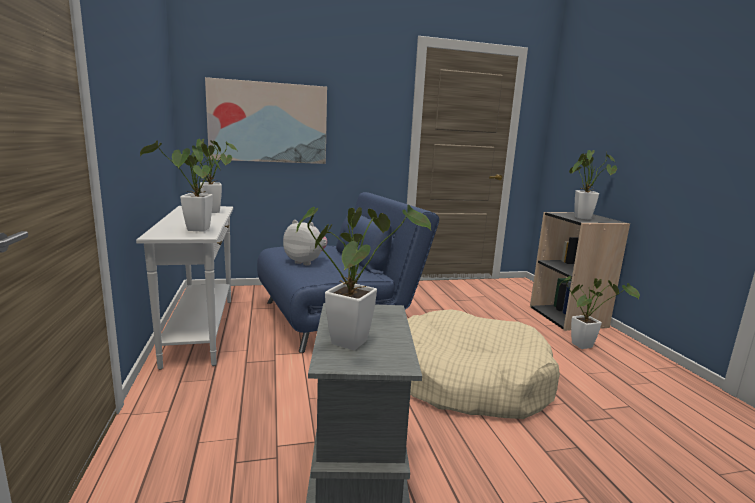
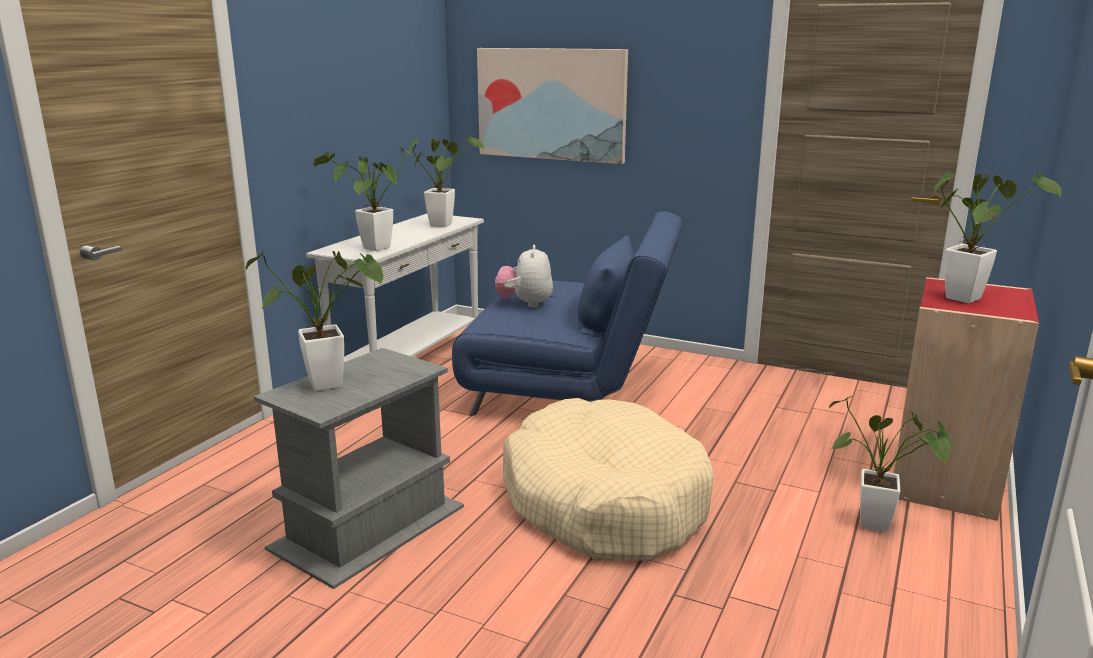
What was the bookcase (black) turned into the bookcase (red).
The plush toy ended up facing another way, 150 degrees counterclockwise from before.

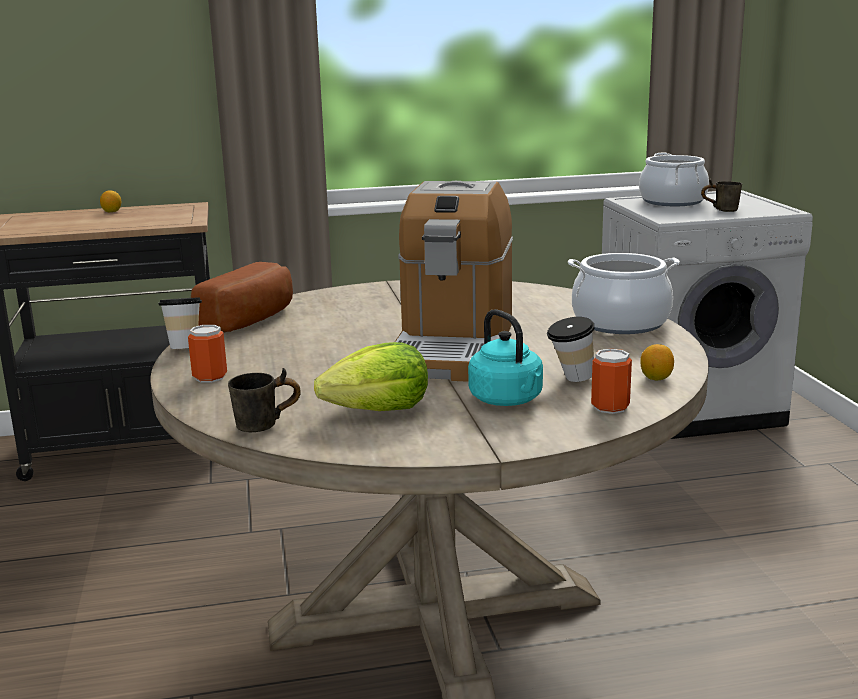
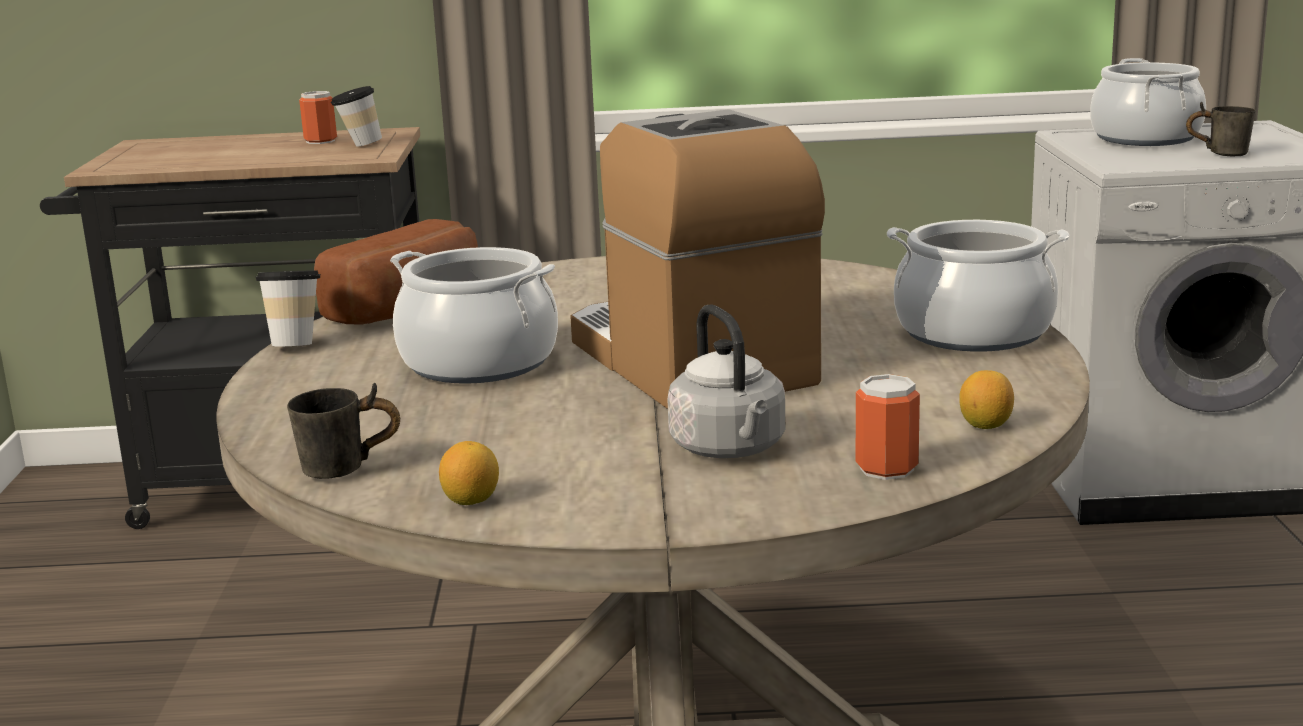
The second view lost the lettuce.
The second view gained the cooking pot (no. 1 from left).
The lemon (no. 1 from left) ended up elsewhere.
The can (no. 1 from left) ended up elsewhere.
The cup (no. 2 from left) ended up elsewhere.
What was the kettle (turquoise) turned into the kettle (grey).
The coffee machine ended up facing another way, 135 degrees clockwise from before.

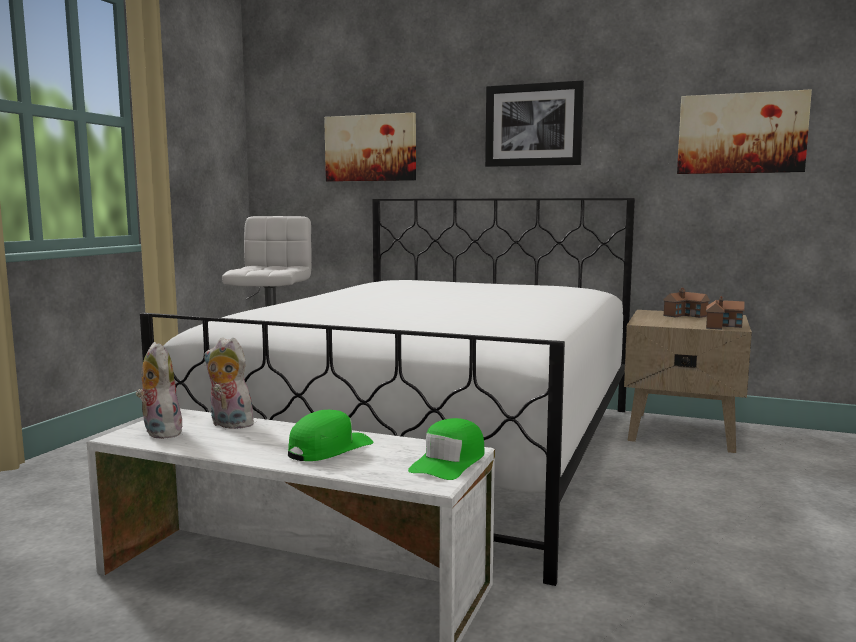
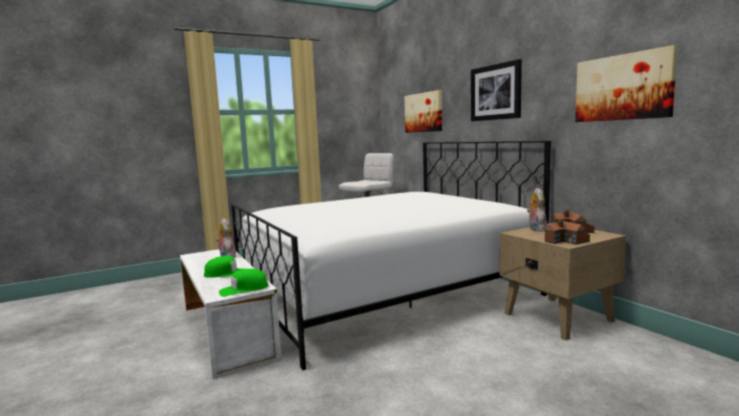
The plush toy (no. 1 from left in the first image) ended up elsewhere.

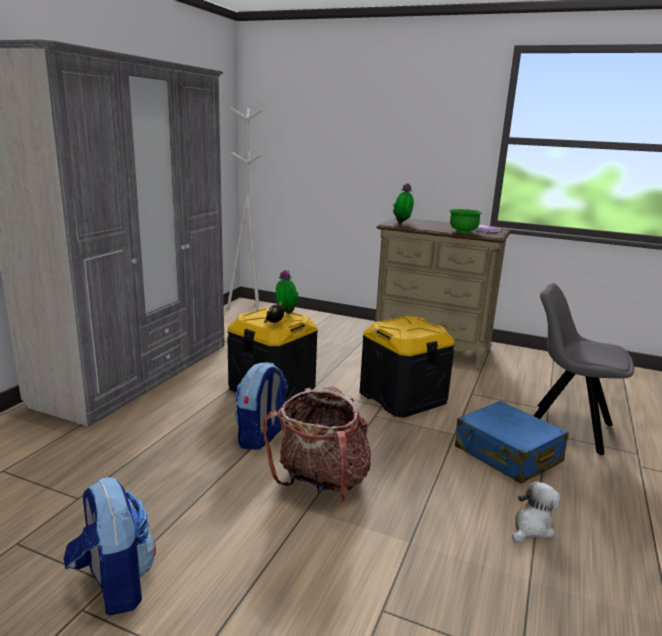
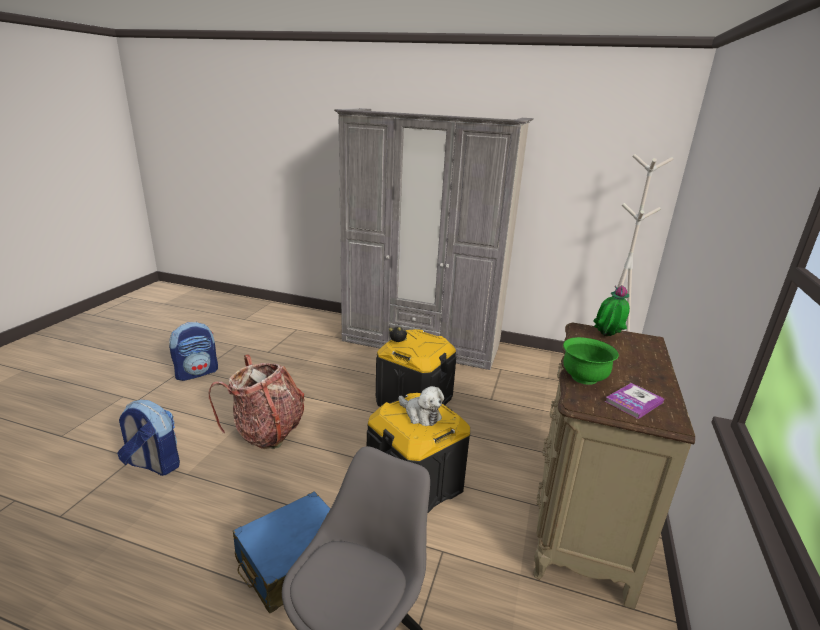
The second view lost the potted plant (no. 1 from left).
The backpack (no. 2 from left in the first image) ended up elsewhere.
The plush toy ended up elsewhere.

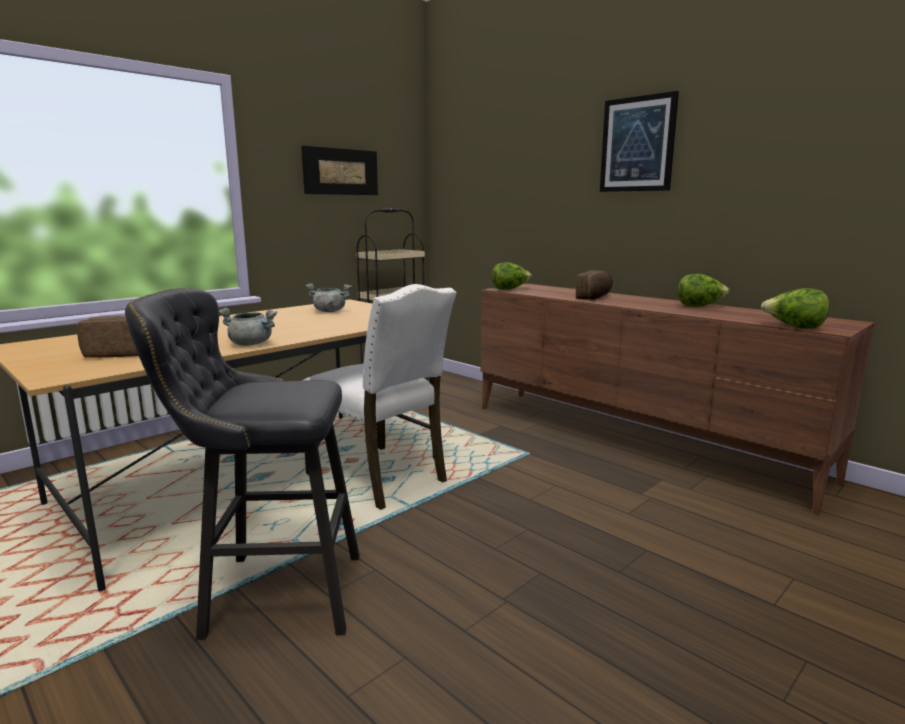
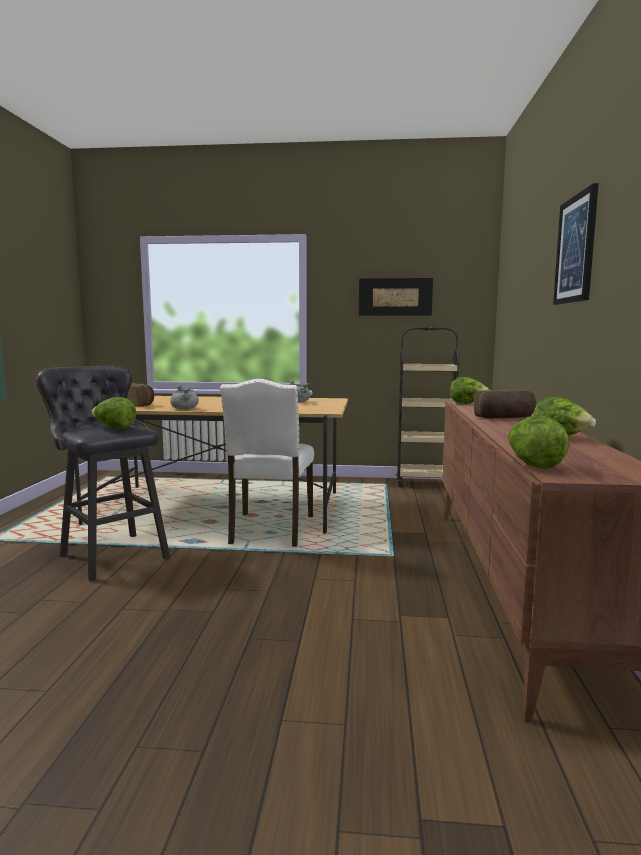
The second view gained the lettuce (no. 1 from left).

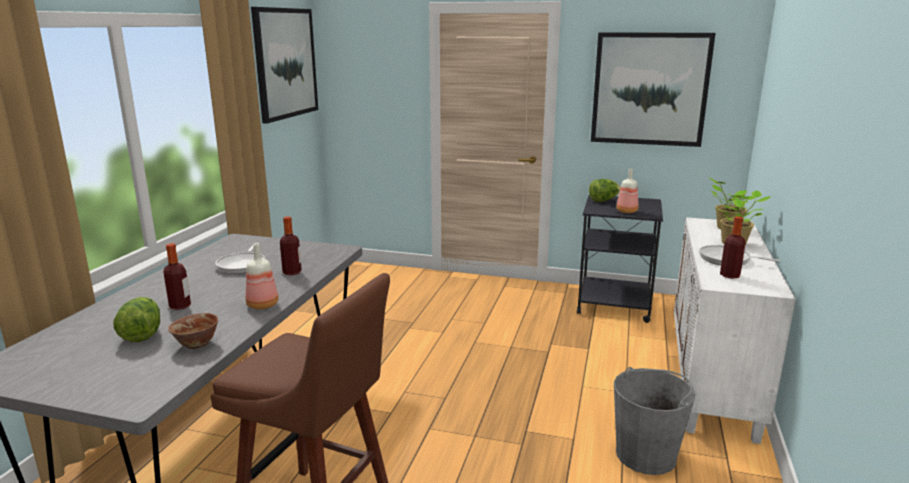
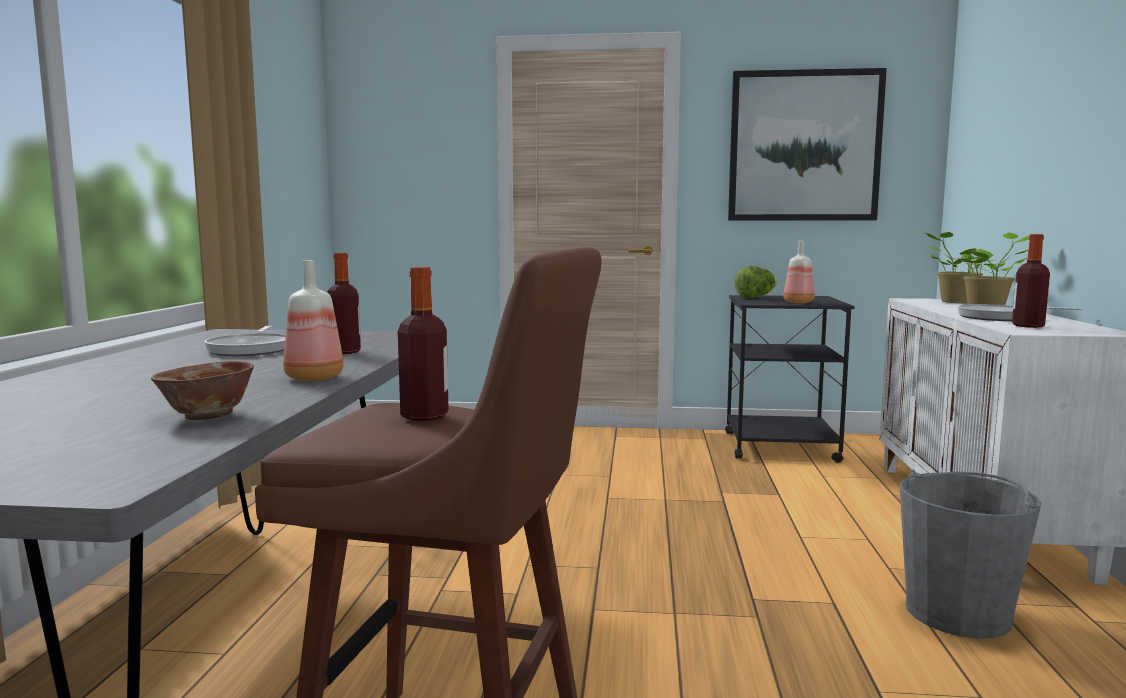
The second view lost the lettuce (no. 1 from left).
The second view lost the picture (no. 1 from left).
The bottle (no. 1 from left in the first image) ended up elsewhere.

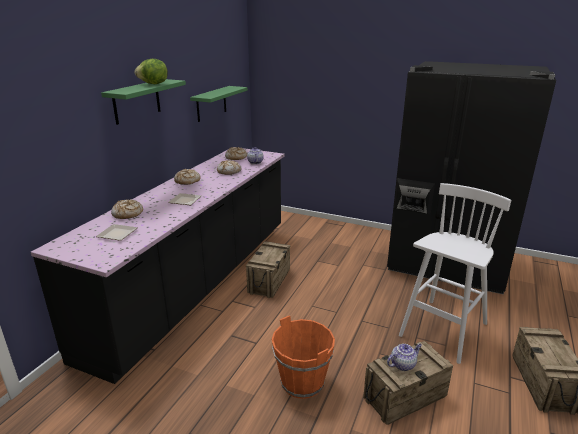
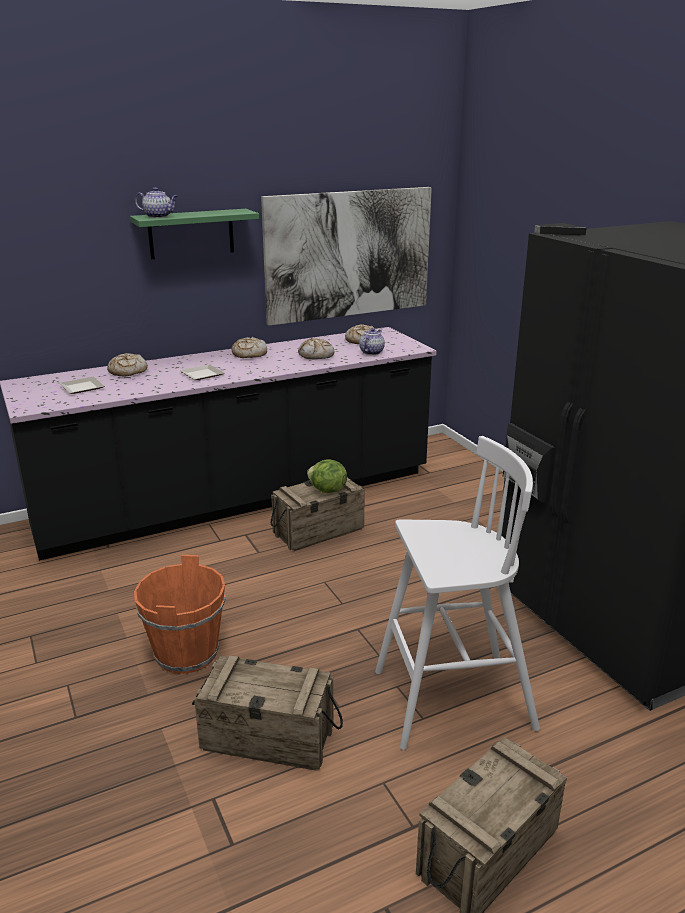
The lettuce ended up elsewhere.
The teapot (no. 2 from left in the first image) ended up elsewhere.
Where the shelf (green) (no. 2 from left) hung, the picture came to hang.

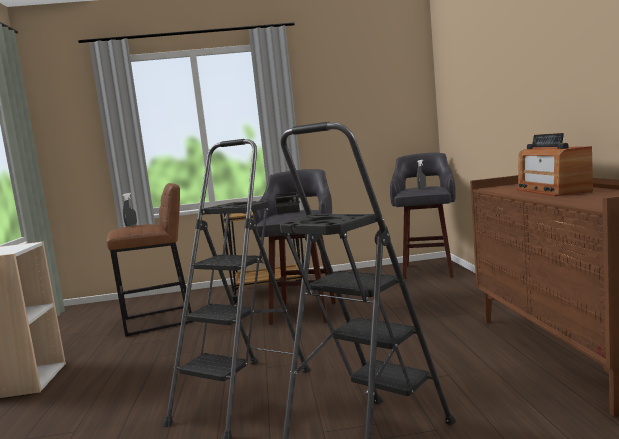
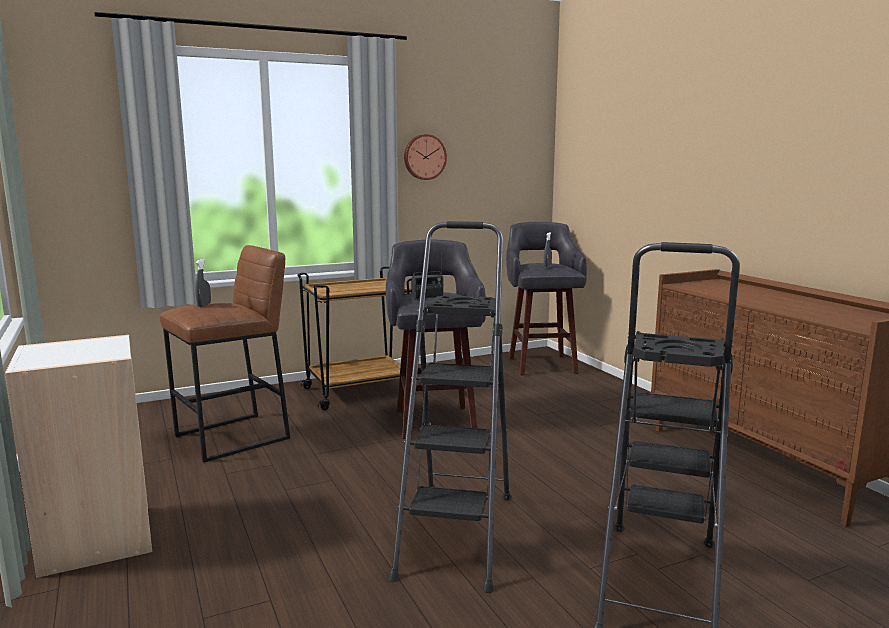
The second view lost the radio (no. 2 from left).
The second view gained the wall clock.

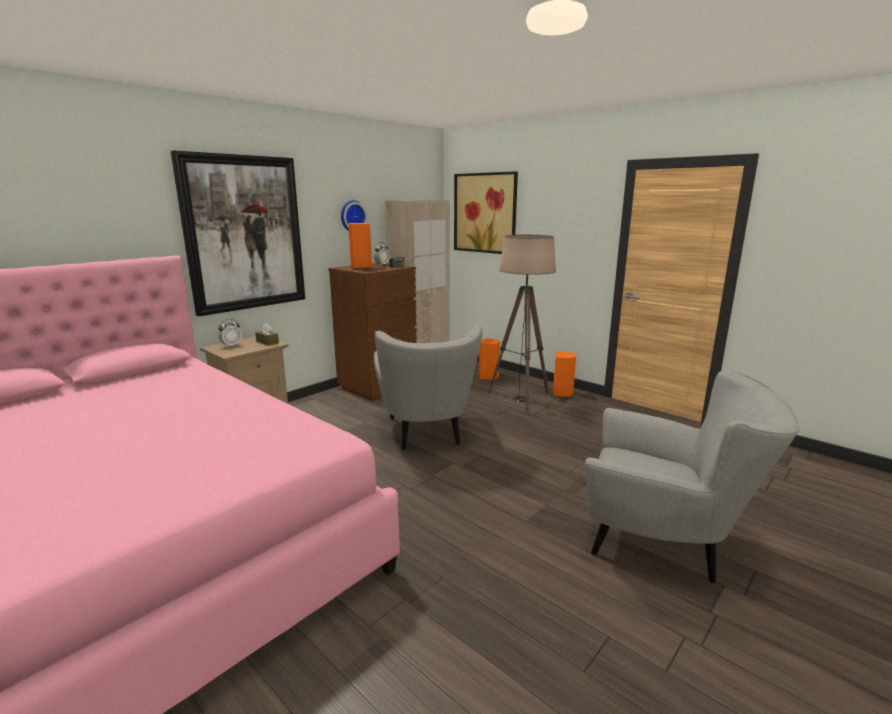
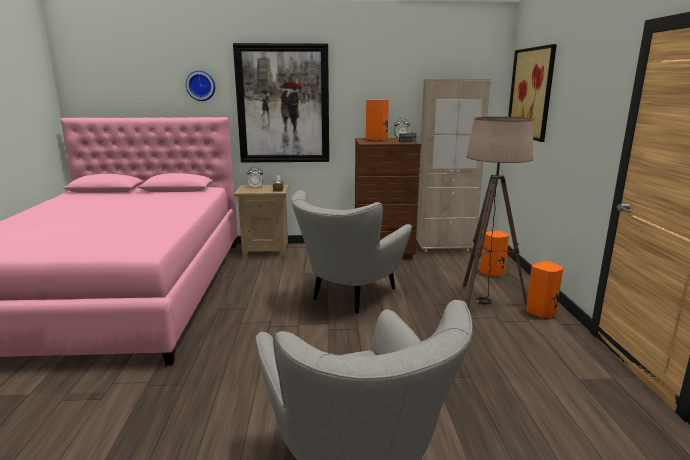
The wall clock ended up elsewhere.

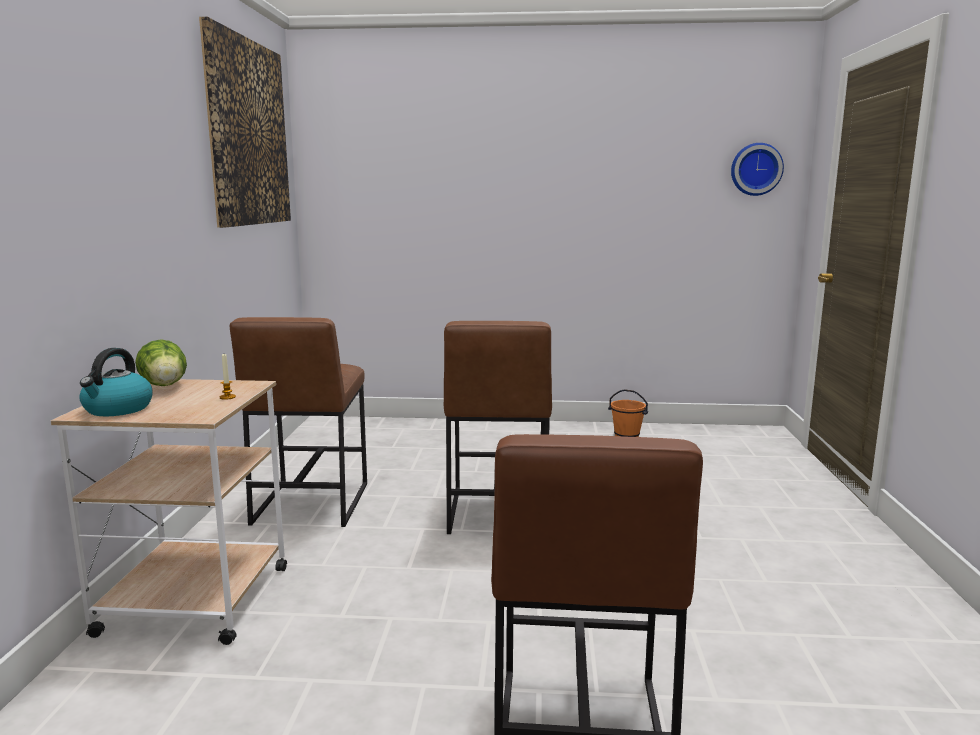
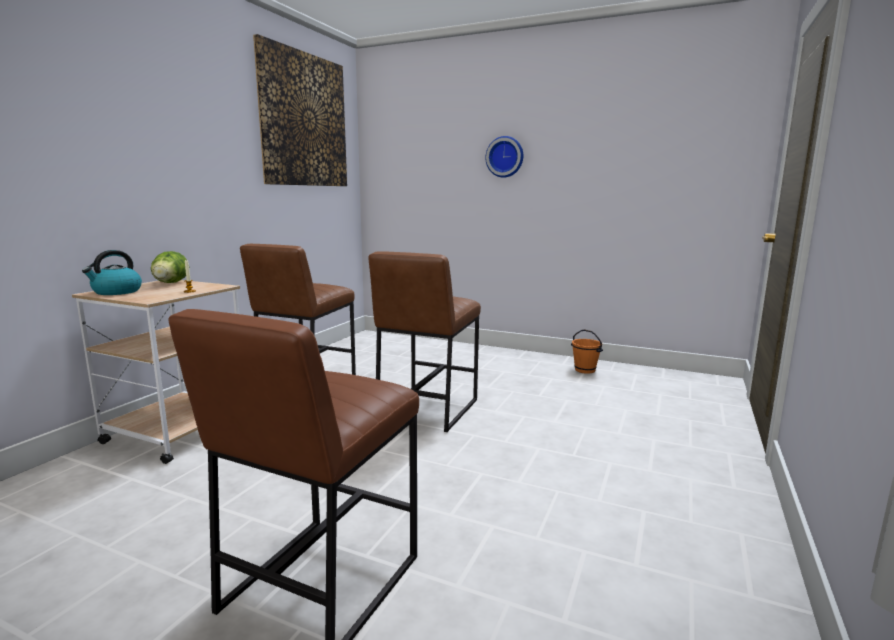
The wall clock ended up elsewhere.

